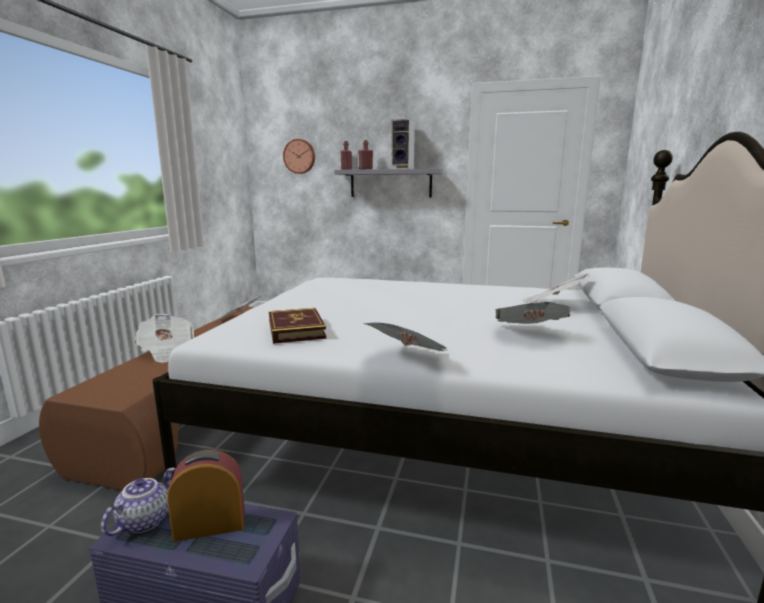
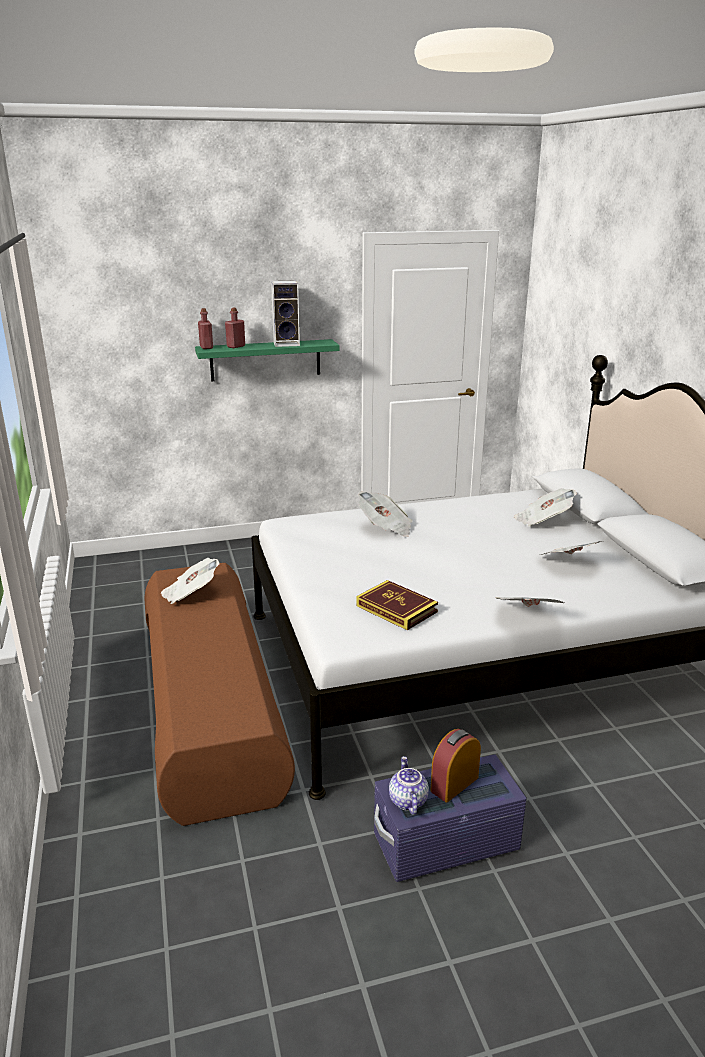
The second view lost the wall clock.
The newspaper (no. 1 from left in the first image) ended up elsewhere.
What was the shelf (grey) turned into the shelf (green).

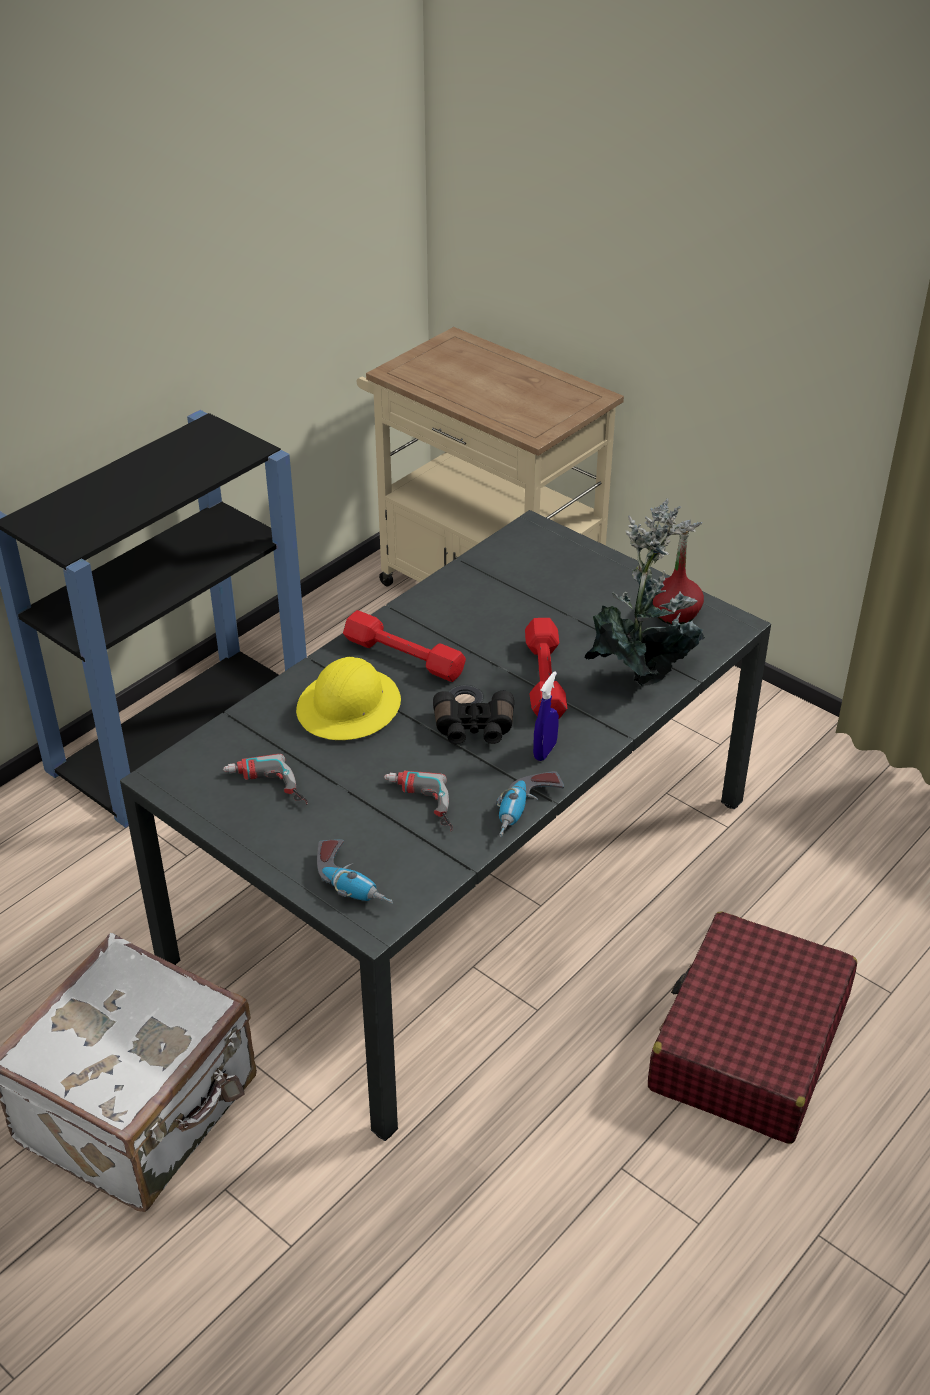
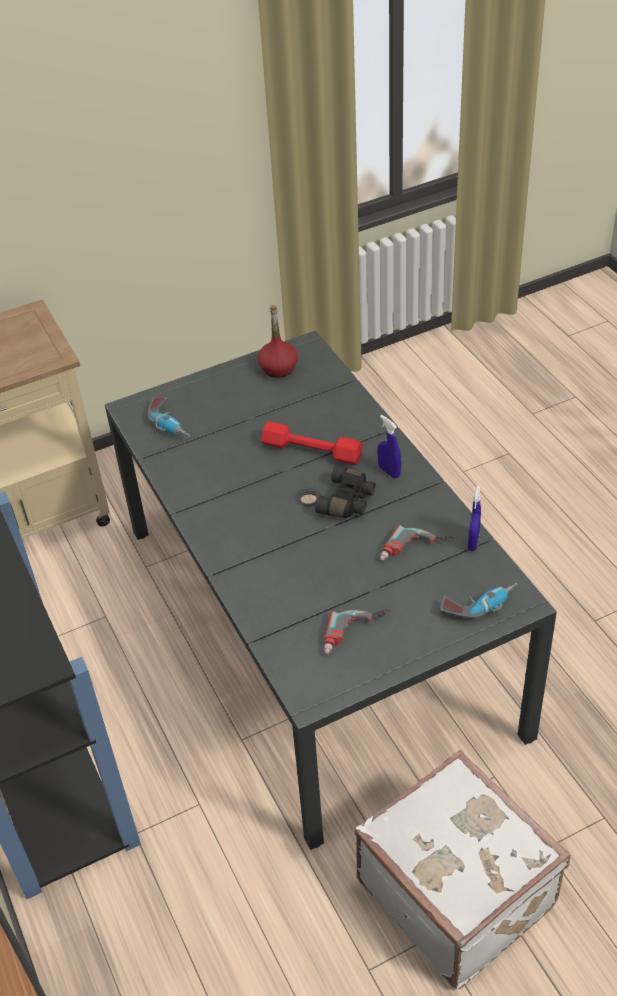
The second view lost the hard hat (yellow).
The second view lost the dumbbell (red) (no. 1 from left).
The second view lost the potted plant.
The second view lost the suitcase (red).
The second view gained the spray bottle (blue) (no. 2 from left).
The power drill (no. 4 from left in the first image) ended up elsewhere.

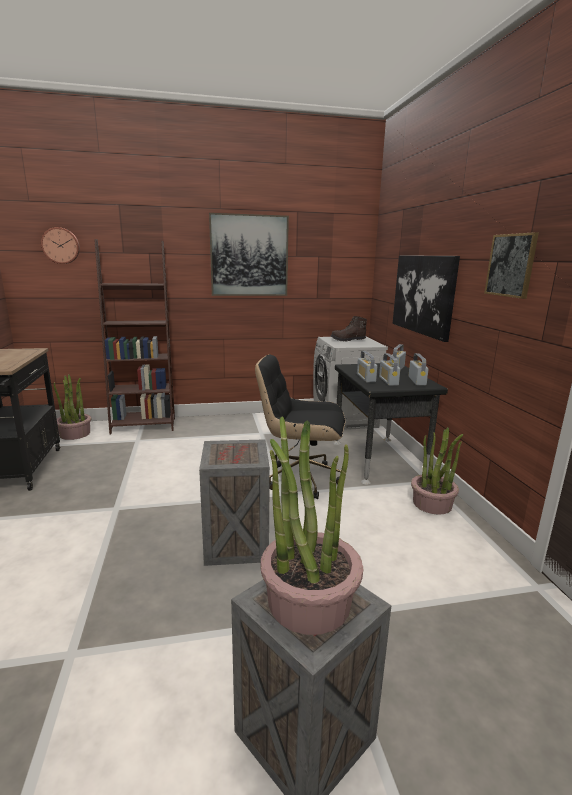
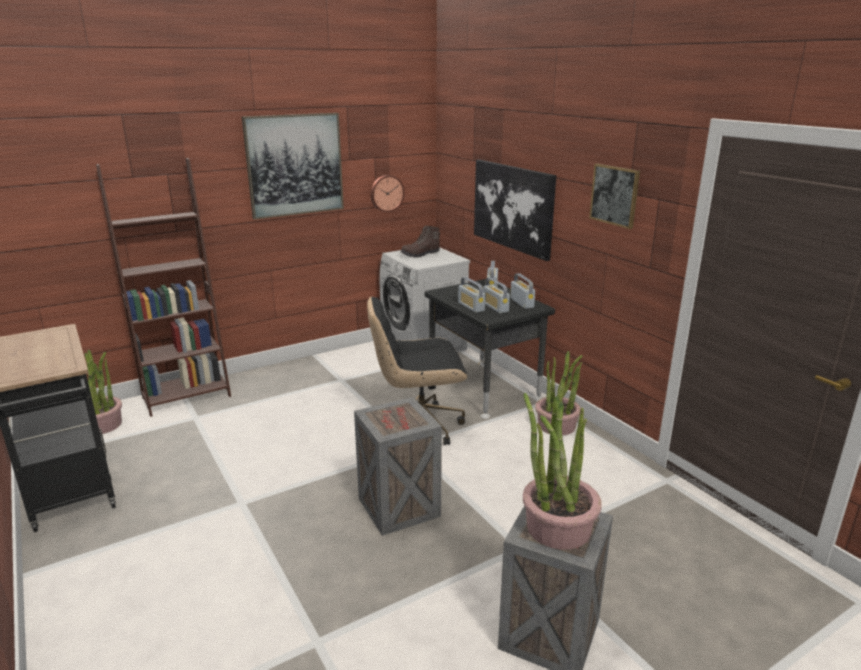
The wall clock ended up elsewhere.

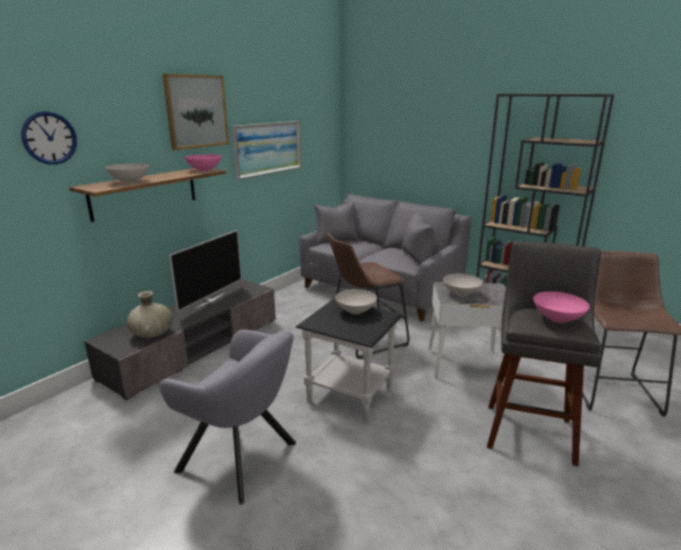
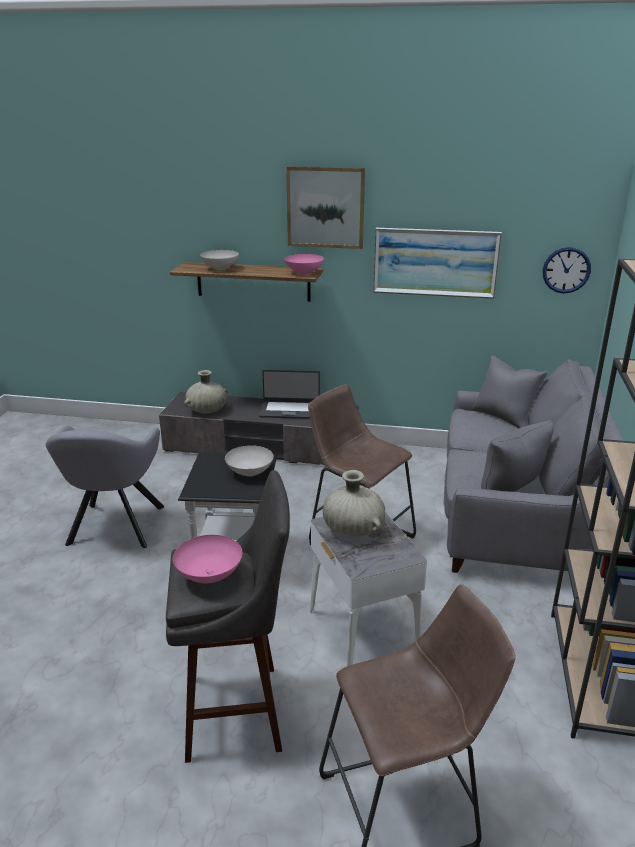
The wall clock ended up elsewhere.
Where the television stood, the laptop came to stand.
Where the bowl (white) (no. 3 from left) stood, the vase (beige) (no. 2 from left) came to stand.

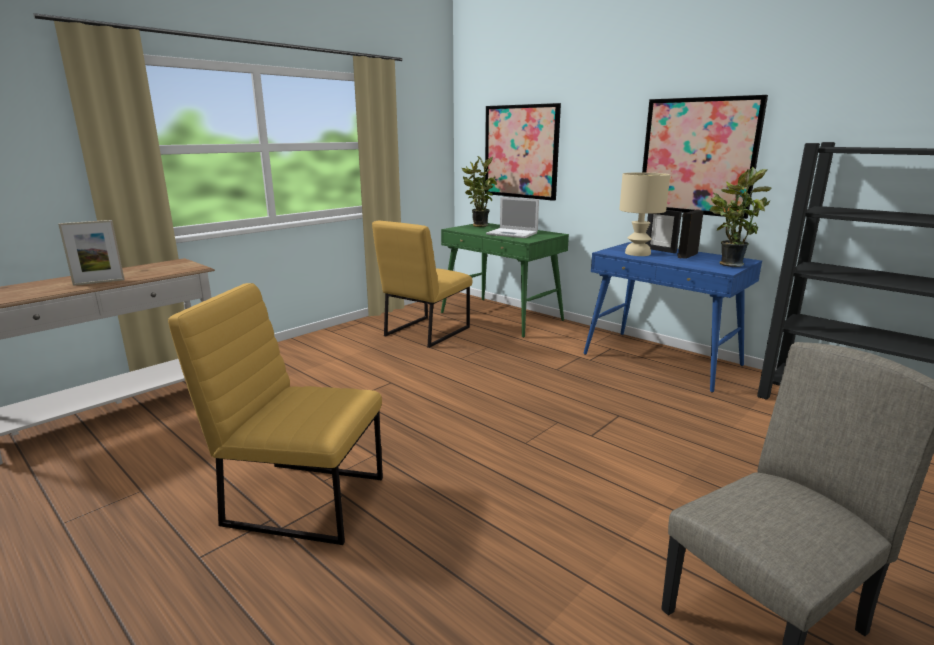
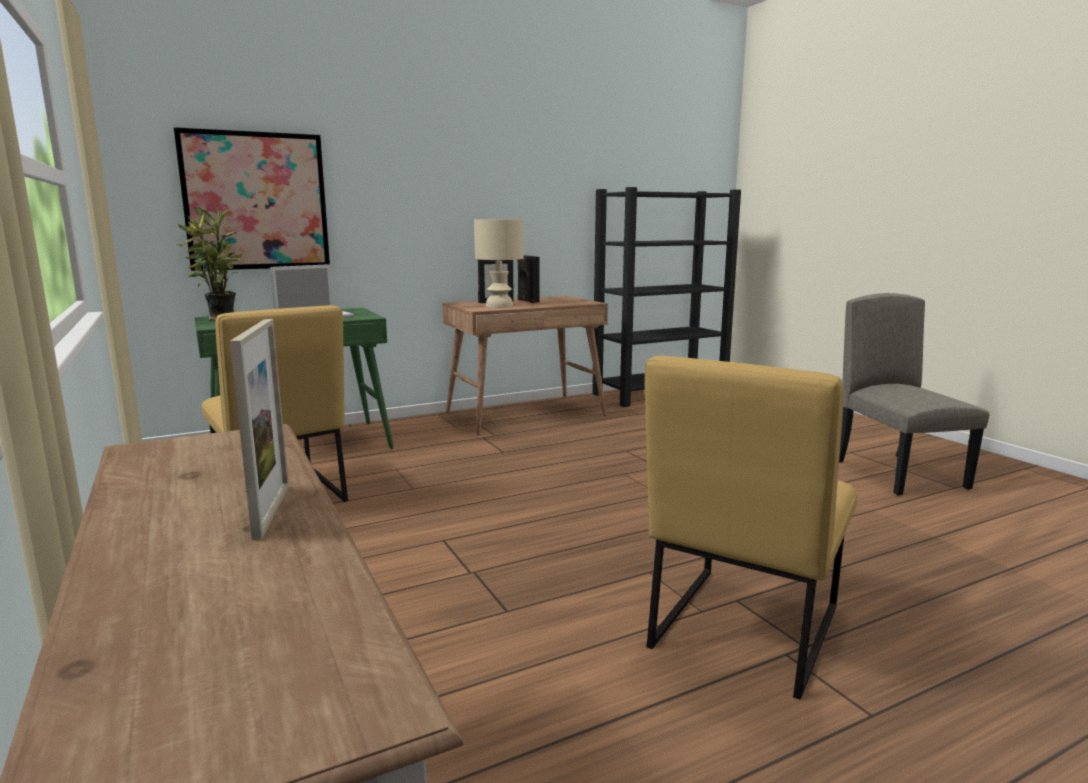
The second view lost the picture (no. 2 from left).
The second view lost the potted plant (no. 2 from left).
What was the desk (blue) turned into the desk (brown).

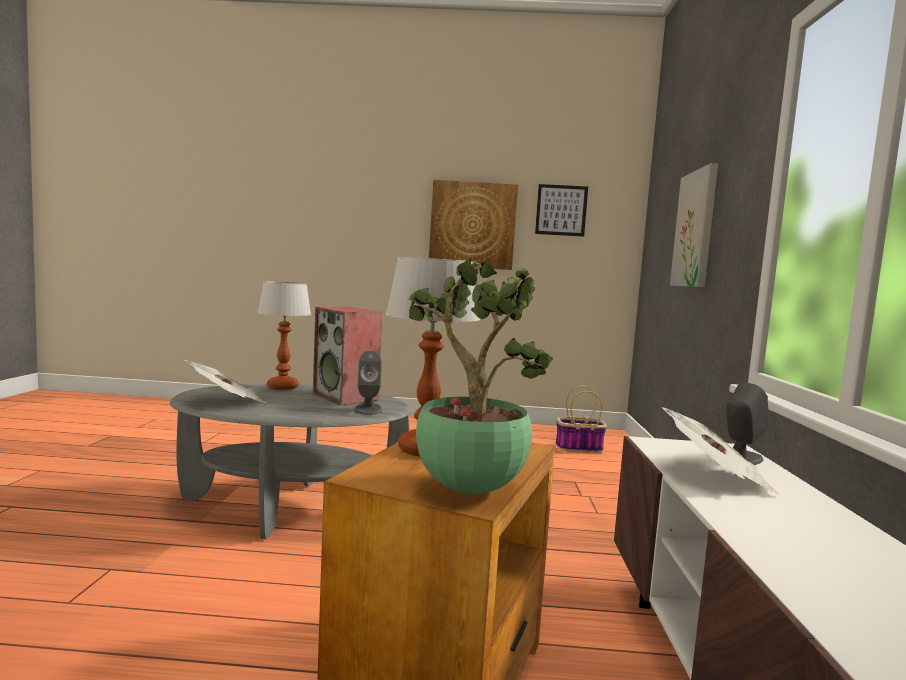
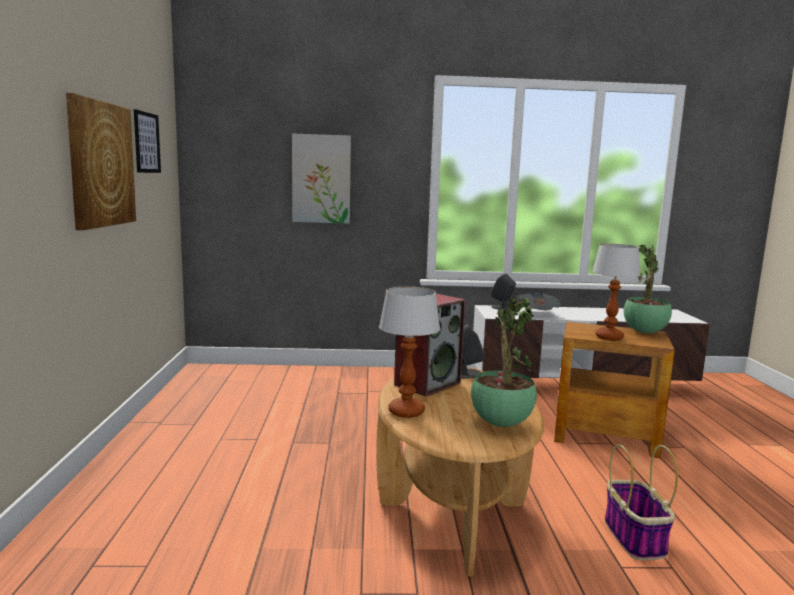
The basket ended up elsewhere.
Where the newspaper (no. 1 from left) stood, the potted plant (no. 1 from left) came to stand.
What was the coffee table (grey) turned into the coffee table (brown).

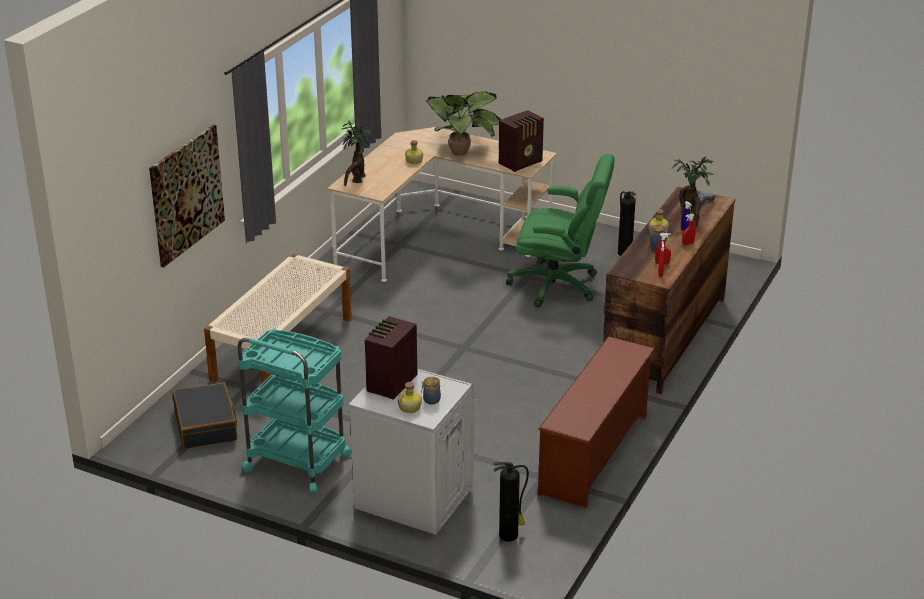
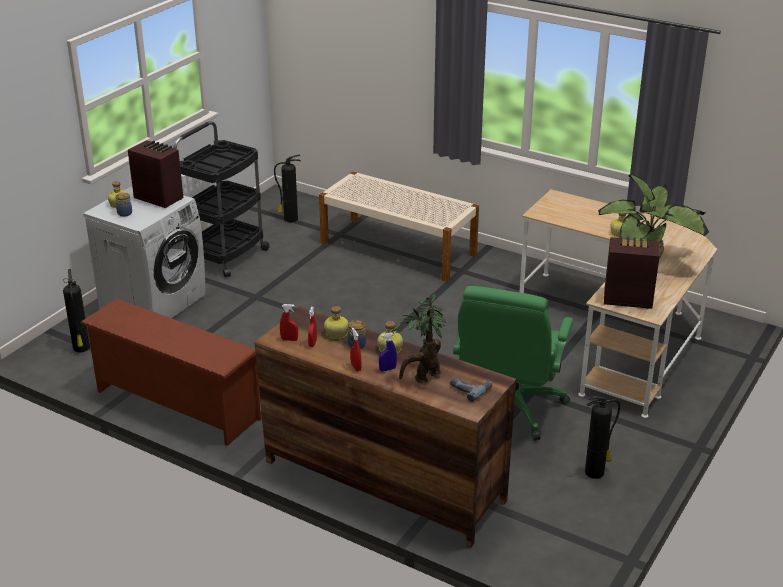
The second view lost the picture.
The second view lost the potted plant (no. 1 from left).
The second view gained the bottle (no. 2 from left).
Where the suitcase (black) stood, the fire extinguisher (no. 2 from left) came to stand.
What was the cart (turquoise) turned into the cart (black).
The radio (no. 2 from left) ended up facing another way, 135 degrees clockwise from before.

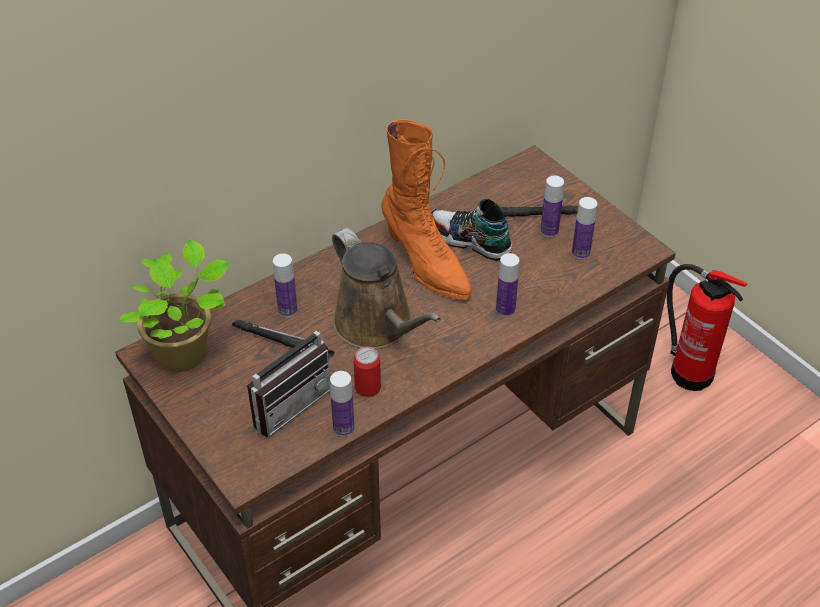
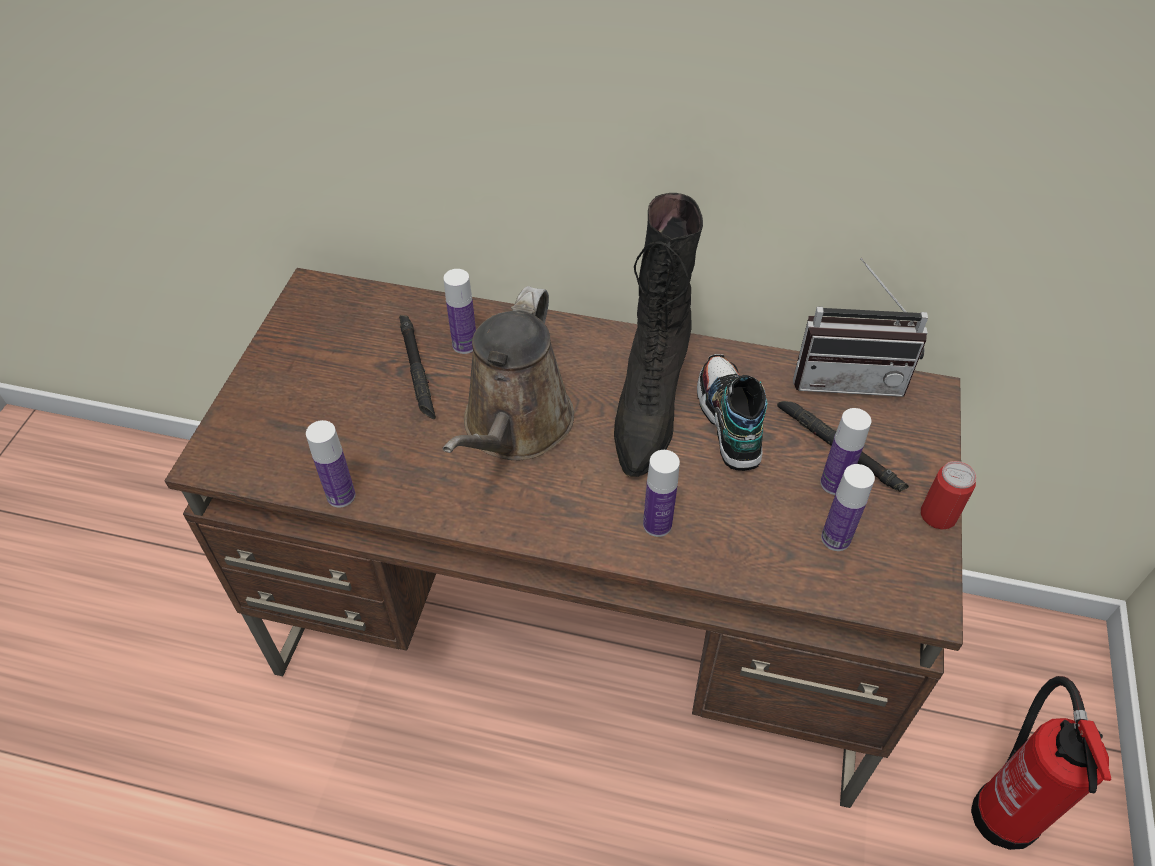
The second view lost the potted plant.
The radio ended up elsewhere.
The can ended up elsewhere.
What was the boot (orange) turned into the boot (black).

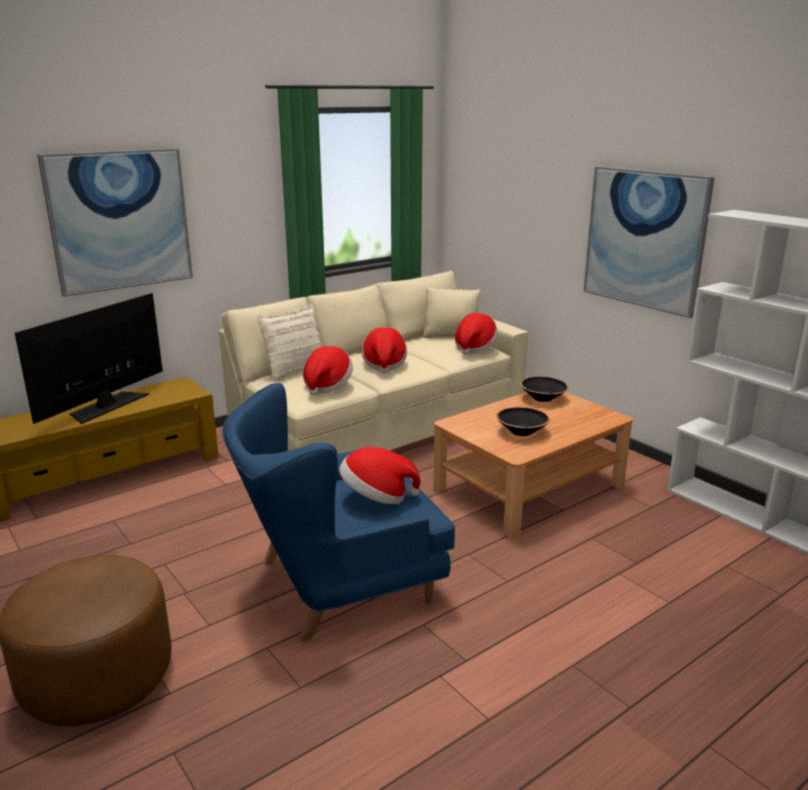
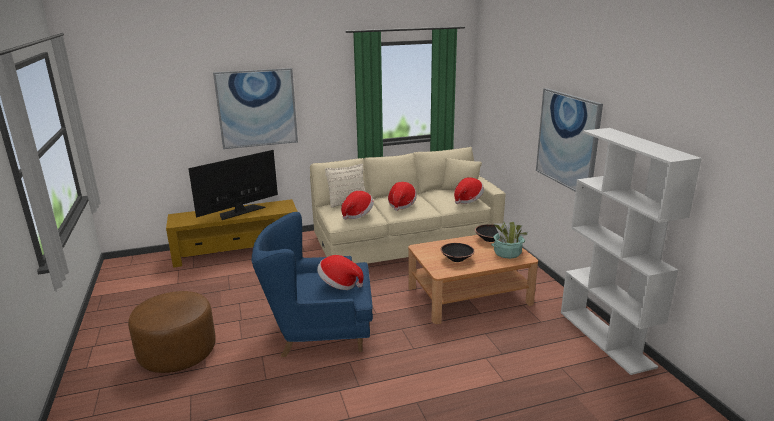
The second view gained the potted plant.

